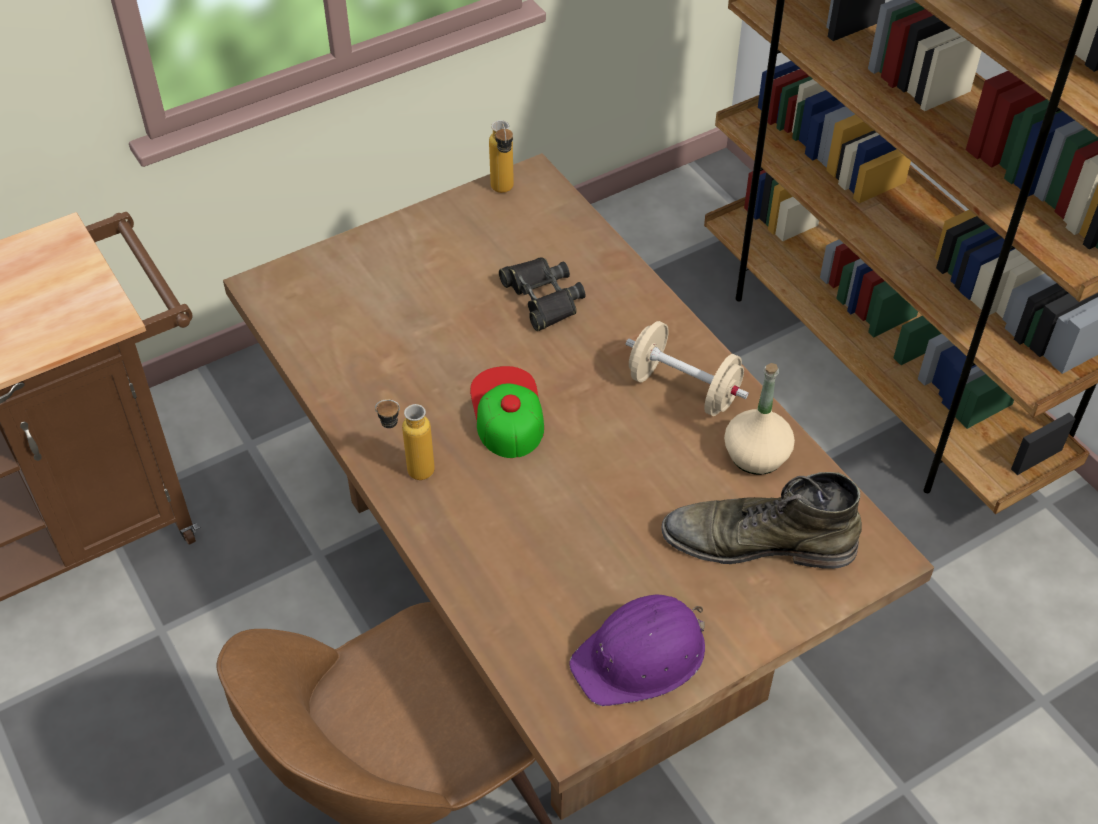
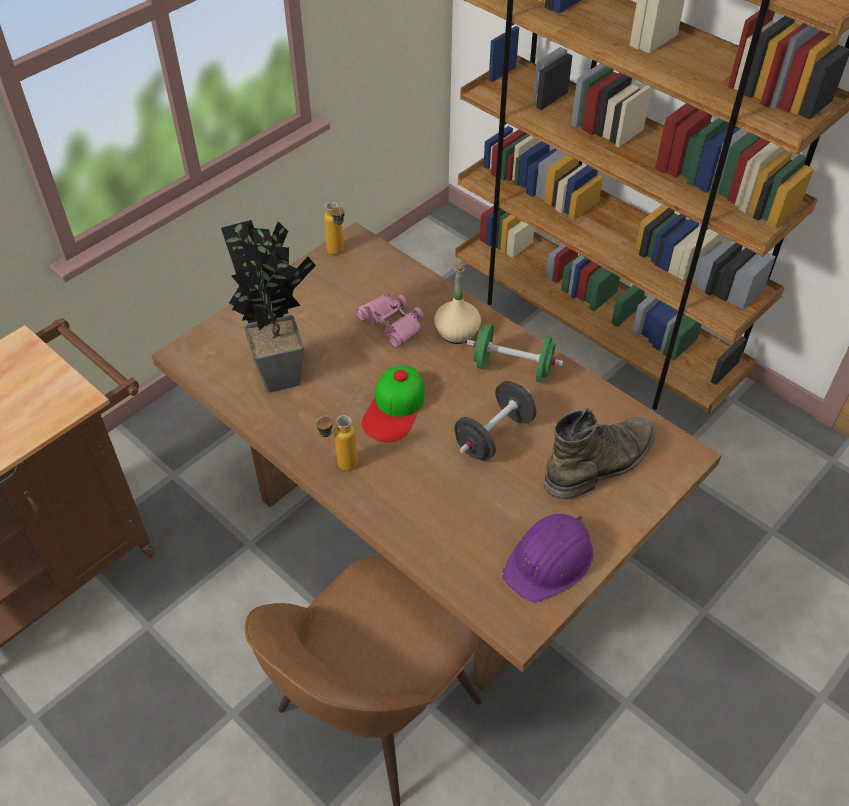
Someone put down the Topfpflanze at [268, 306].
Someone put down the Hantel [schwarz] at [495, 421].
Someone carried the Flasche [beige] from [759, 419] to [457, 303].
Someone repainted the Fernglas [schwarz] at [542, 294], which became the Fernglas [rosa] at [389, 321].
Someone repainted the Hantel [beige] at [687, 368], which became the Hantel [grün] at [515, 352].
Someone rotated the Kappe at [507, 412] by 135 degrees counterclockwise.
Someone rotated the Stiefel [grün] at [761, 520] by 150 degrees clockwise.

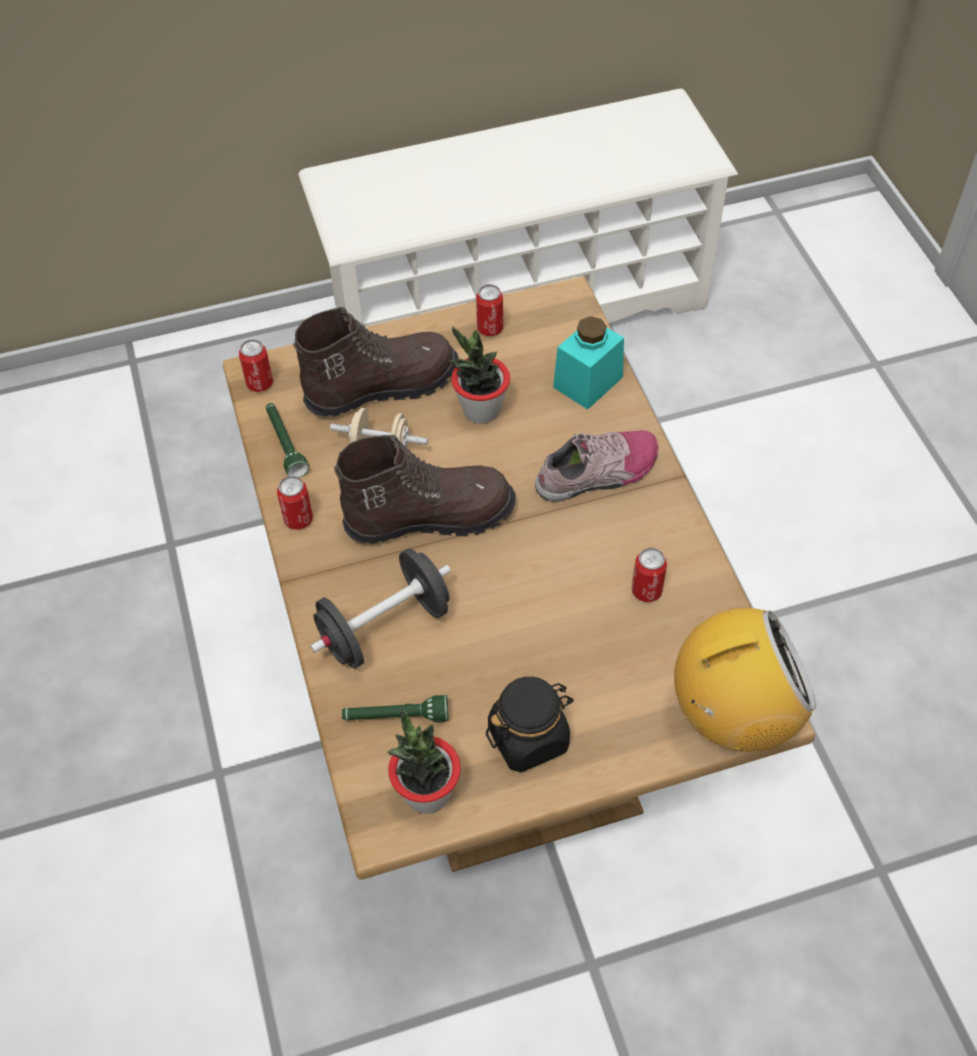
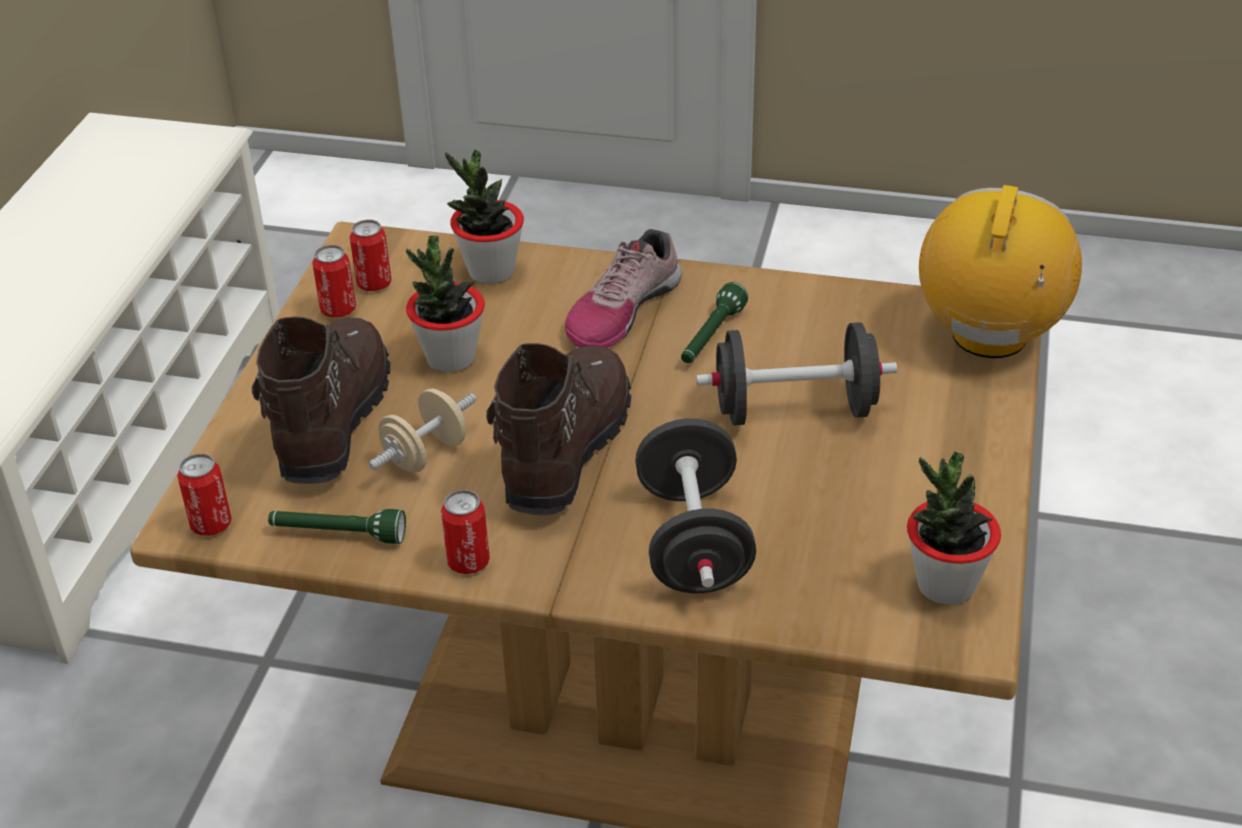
Someone took away the Vorratsglas [schwarz] at [530, 724].
Someone put down the Hantel [schwarz] at [796, 373].
Someone carried the Taschenlampe [grün] from [395, 708] to [714, 322].
Someone carried the Dose from [649, 575] to [370, 255].
Someone swapped the Vorratsglas [türkis] at [588, 363] for the Topfpflanze at [484, 217].
Someone rotated the Schuh at [596, 466] by 150 degrees counterclockwise.

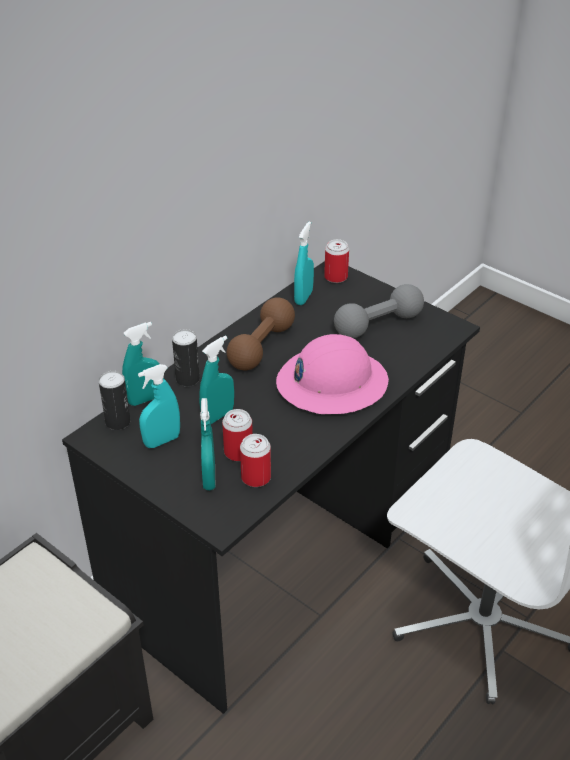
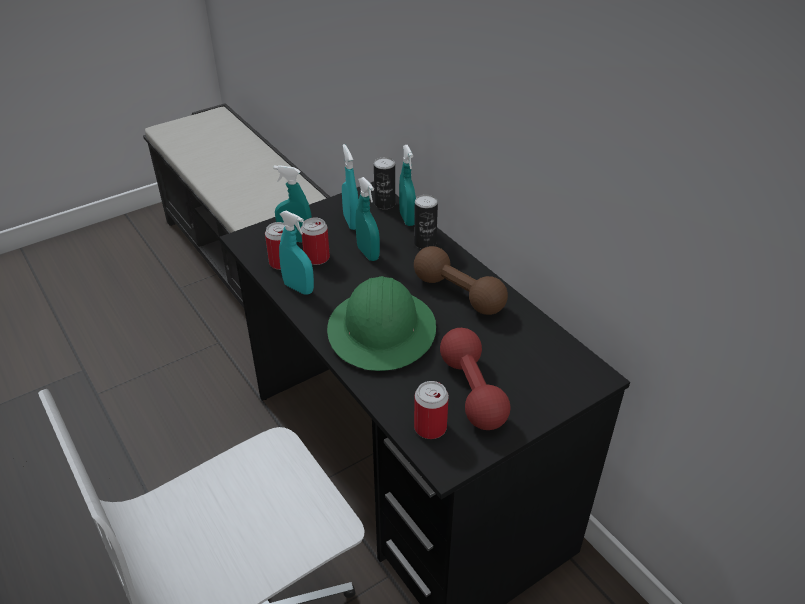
Someone carried the Sprühflasche [türkis] from [304, 263] to [296, 253].
Someone carried the Dose from [336, 261] to [431, 410].
Someone repainted the Schutzhelm [rosa] at [332, 374], which became the Schutzhelm [grün] at [381, 323].
Someone repainted the Hantel [grau] at [379, 311], which became the Hantel [rot] at [475, 379].

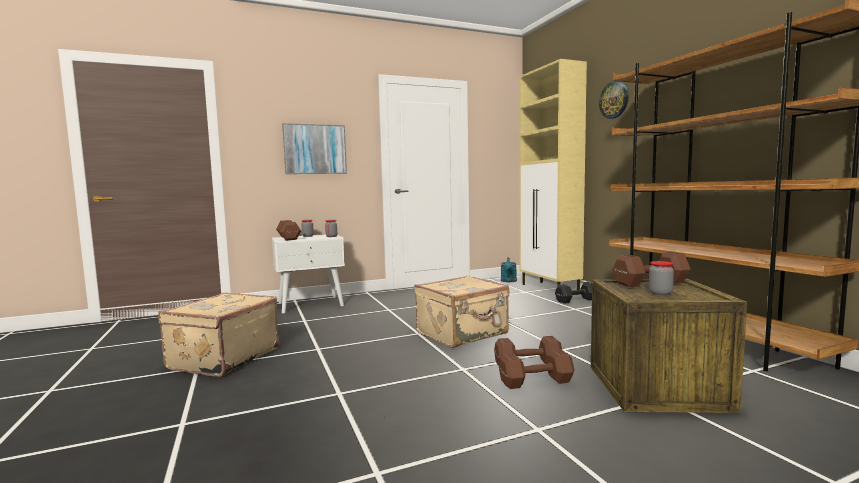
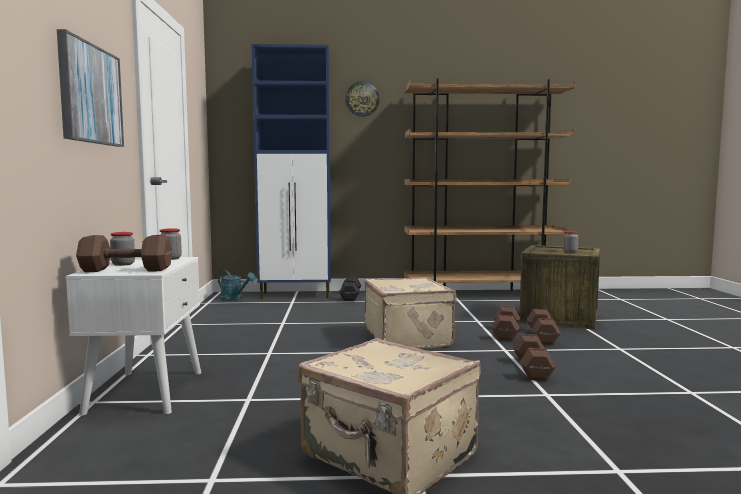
Someone carried the Hantel [braun] from [652, 269] to [534, 357].
Someone repainted the Schrank [beige] at [553, 174], which became the Schrank [blau] at [291, 171].

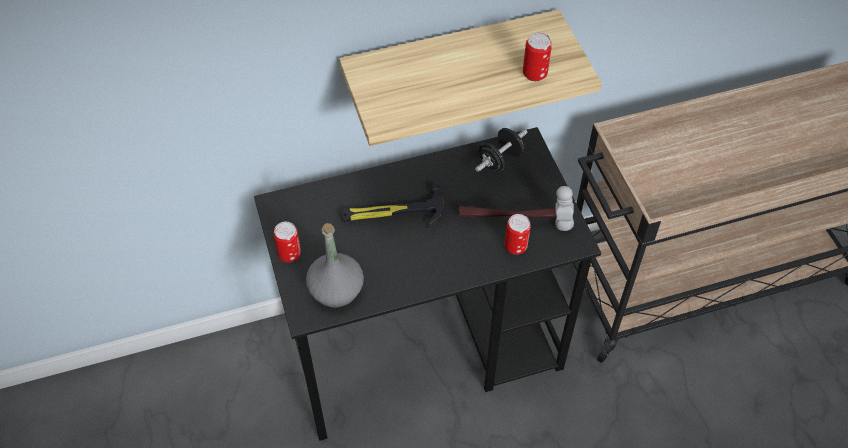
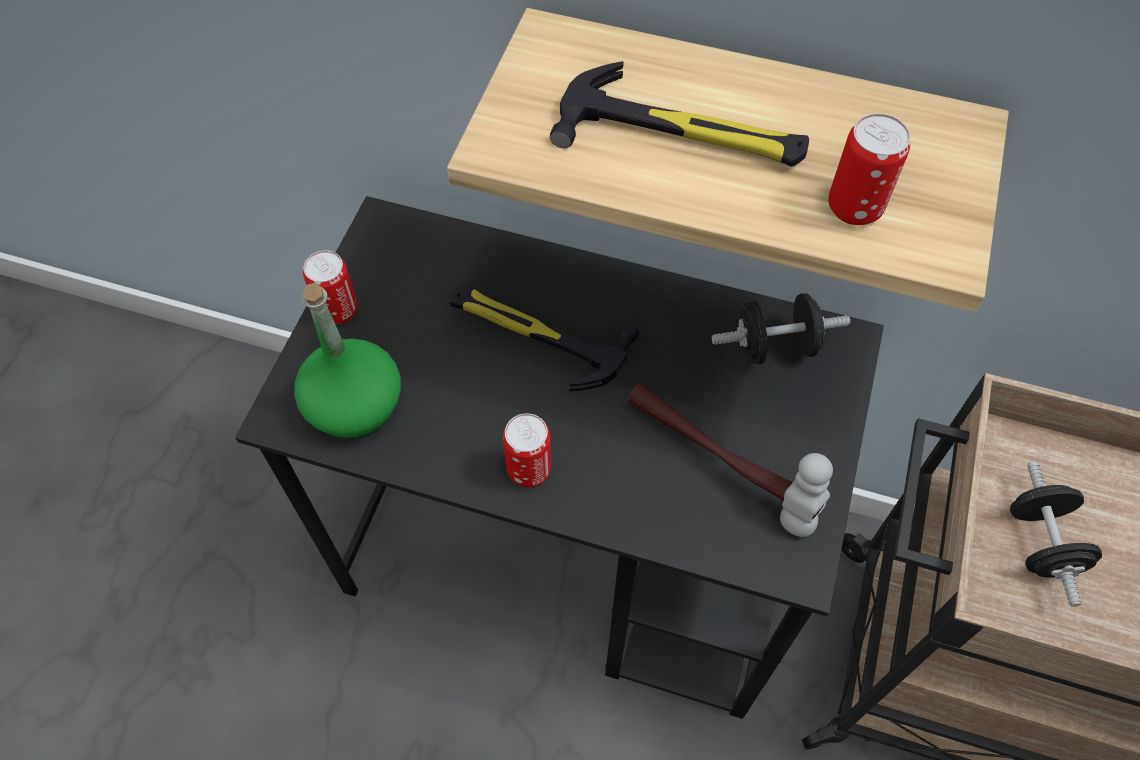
Someone put down the Hammer at [679, 114].
Someone put down the Hantel [schwarz] at [1056, 534].
Someone carried the Dose from [518, 234] to [527, 450].
Someone repainted the Flasche [grau] at [335, 265], which became the Flasche [grün] at [347, 361].

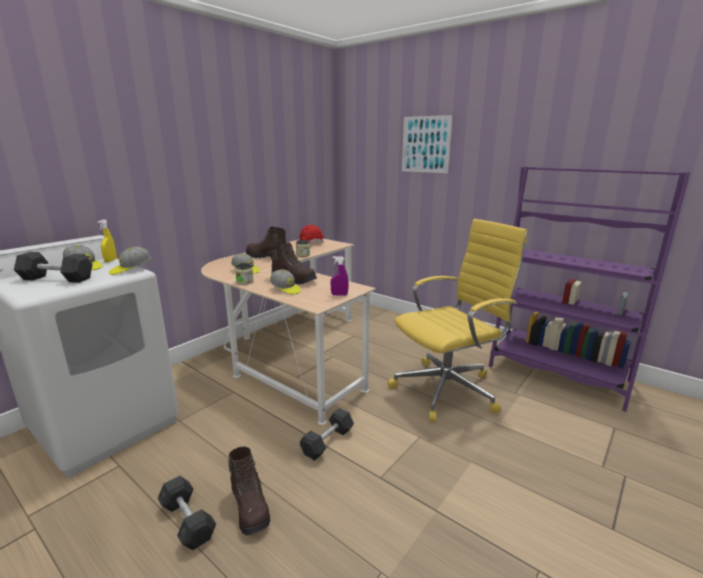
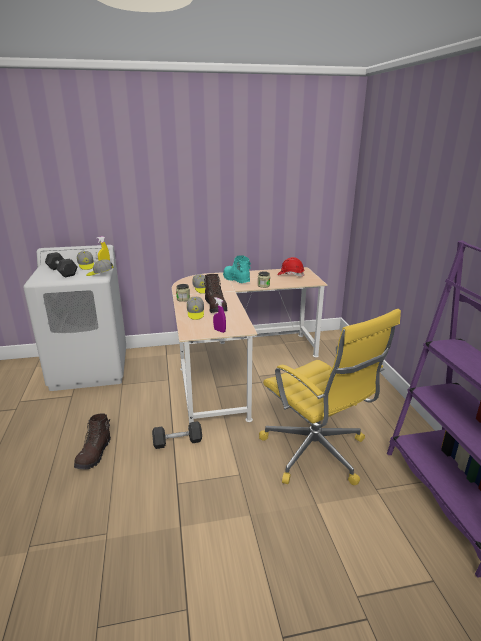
Someone took away the Hantel [grau] at [187, 513].
Someone took away the Bild at [427, 144].
Someone repainted the Stiefel [braun] at [266, 242], which became the Stiefel [türkis] at [237, 269].
Someone rotated the Bürostuhl [gelb] at [458, 320] by 45 degrees clockwise.

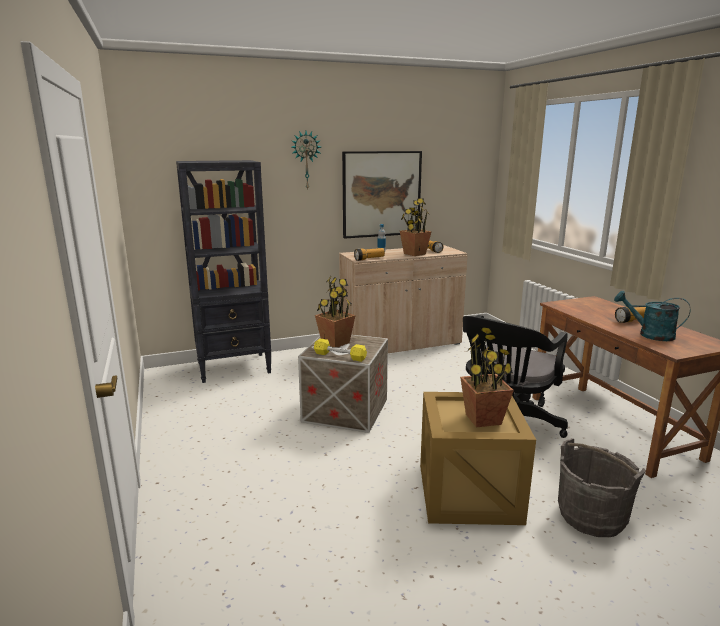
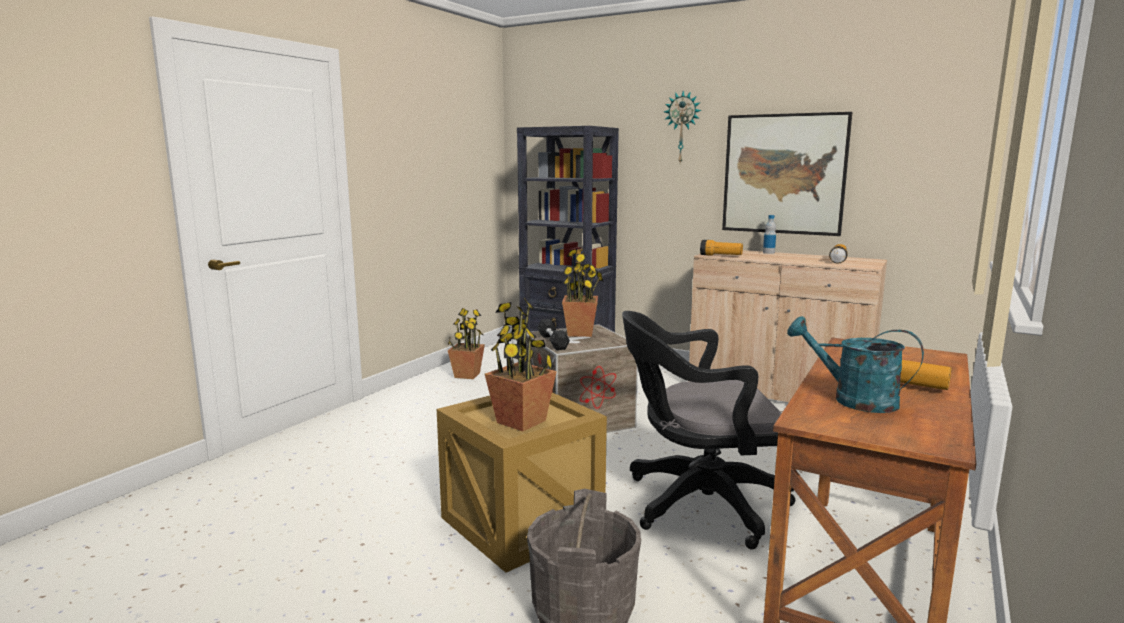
Someone carried the Topfpflanze from [416, 227] to [466, 343].
Someone repainted the Hantel [gelb] at [340, 350], which became the Hantel [schwarz] at [553, 334].
Someone rotated the Gießkanne [türkis] at [652, 316] by 45 degrees counterclockwise.

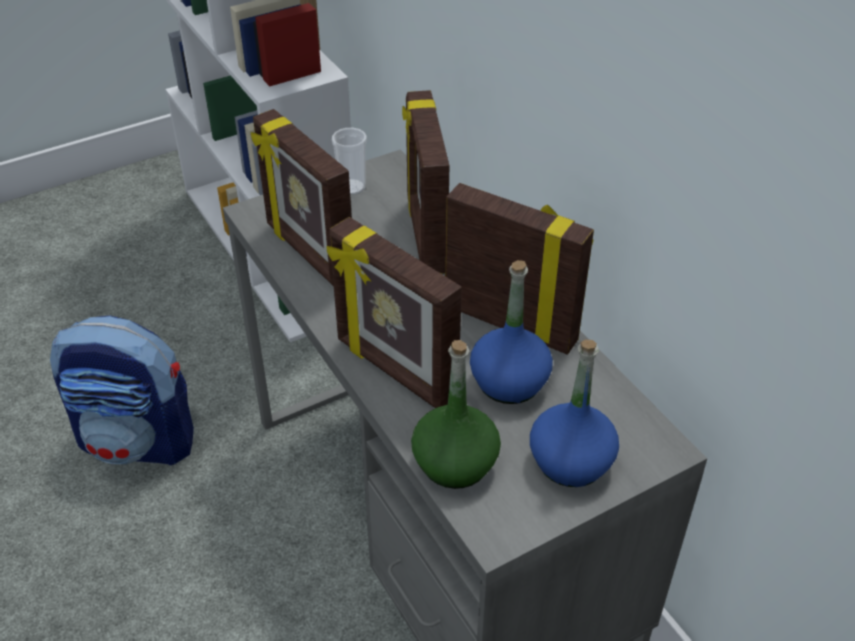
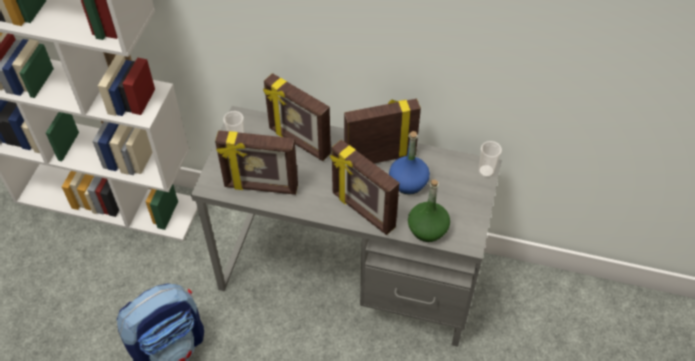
Someone took away the Flasche [blau] at [574, 413].
Someone put down the Tasse at [490, 159].
Someone rotated the Bilderrahmen at [394, 312] by 45 degrees clockwise.

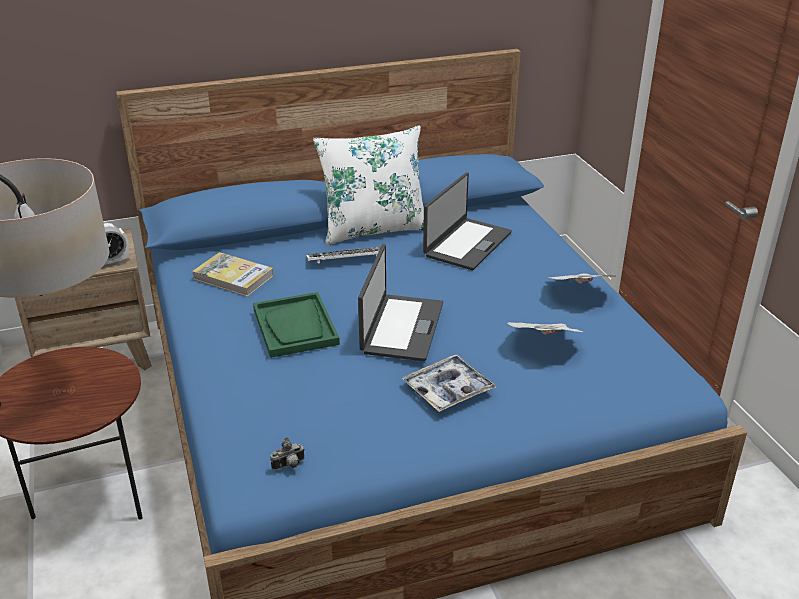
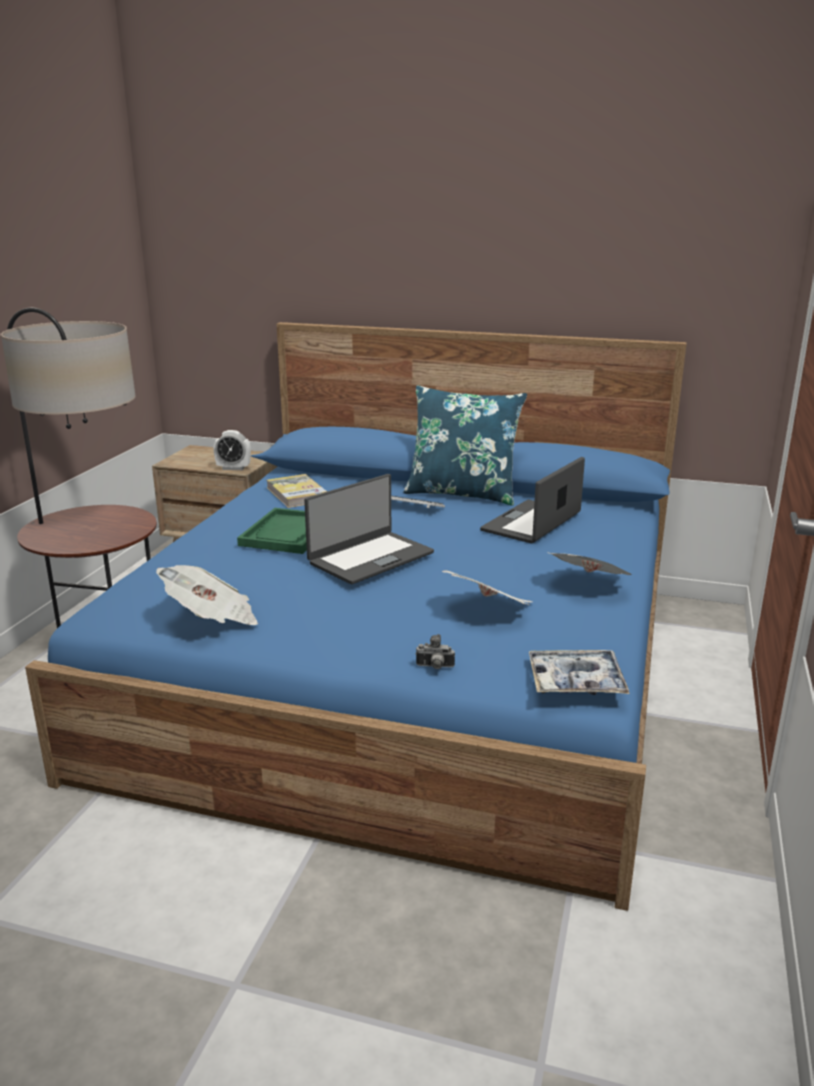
Someone put down the Zeitung at [207, 595].
Someone carried the Kamera from [287, 453] to [435, 651].
Someone carried the Tablett from [449, 383] to [579, 672].
Someone repainted the Kissen [weiß] at [368, 185], which became the Kissen [blau] at [465, 445].
Someone rotated the Laptop at [467, 221] by 150 degrees clockwise.

